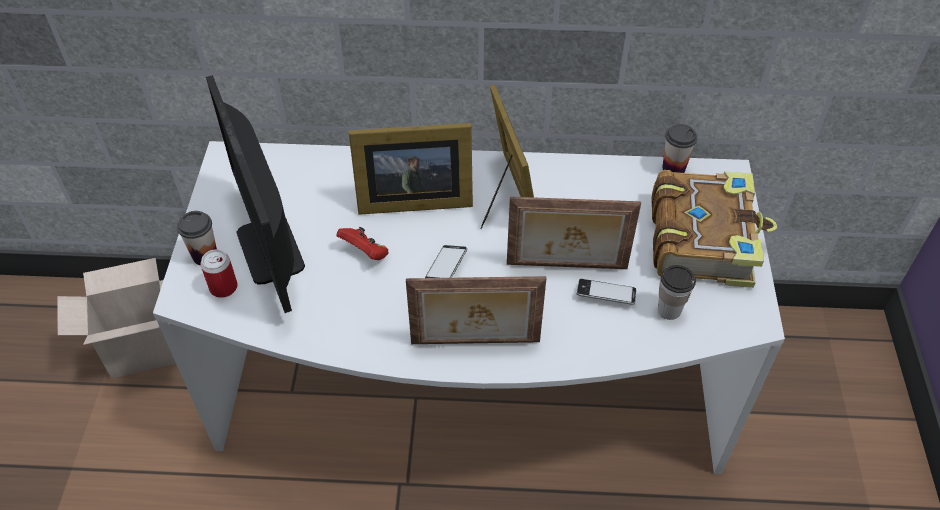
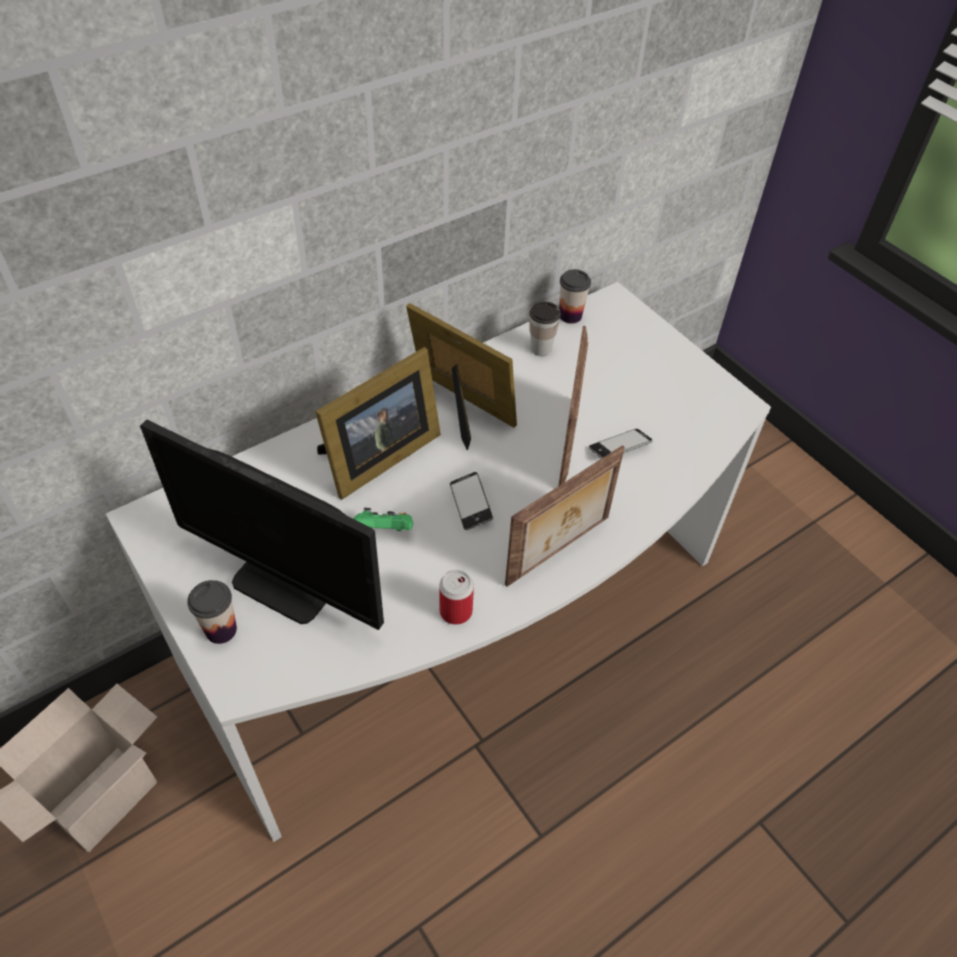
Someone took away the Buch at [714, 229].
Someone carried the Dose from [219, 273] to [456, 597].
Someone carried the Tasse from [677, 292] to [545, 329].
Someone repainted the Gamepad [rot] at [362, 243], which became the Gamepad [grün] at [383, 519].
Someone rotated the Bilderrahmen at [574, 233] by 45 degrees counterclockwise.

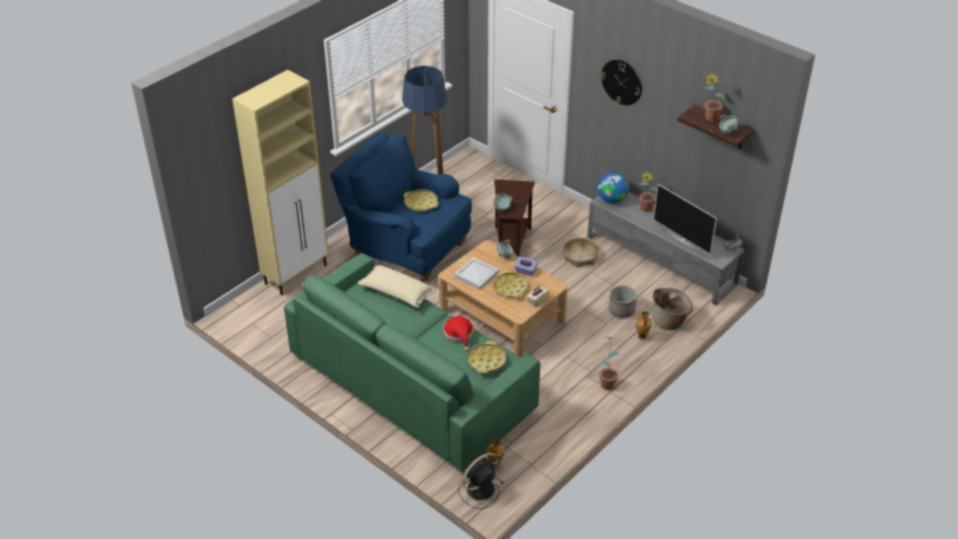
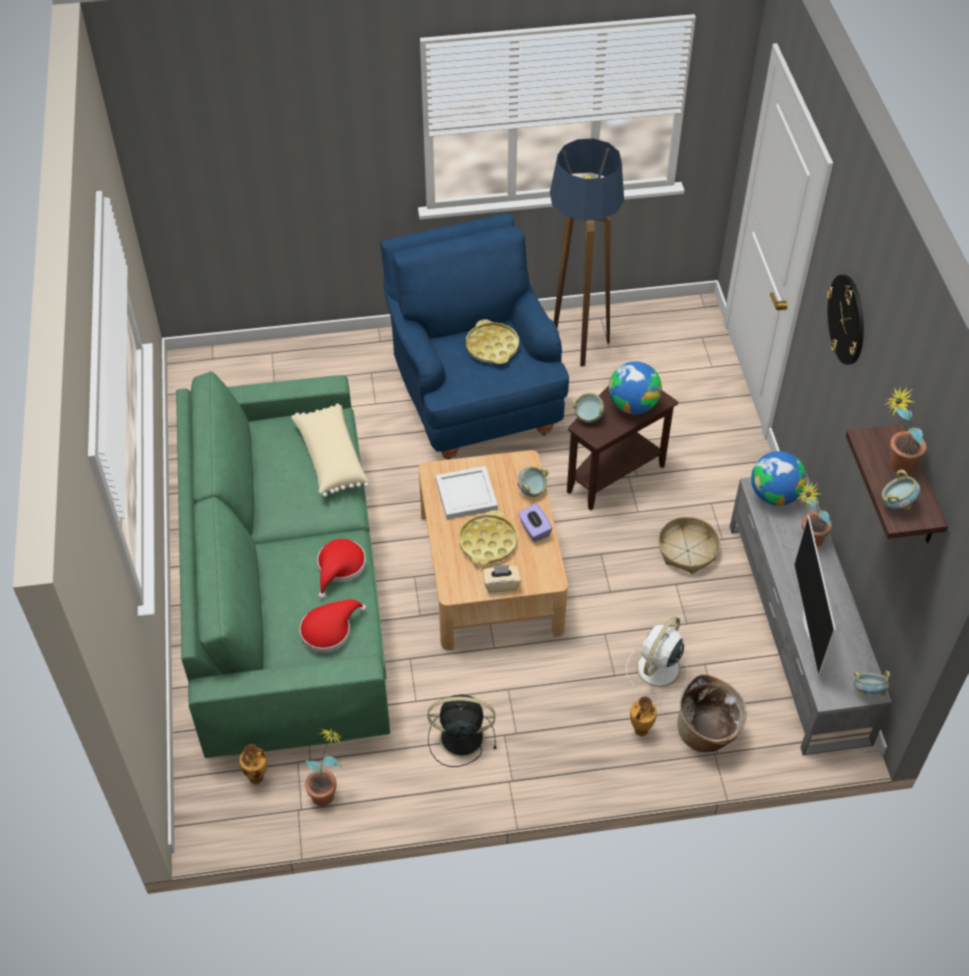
Someone took away the Schrank [beige] at [280, 182].
Someone put down the Globus at [635, 387].
Someone carried the Ventilator [schwarz] from [480, 481] to [462, 730].
Someone carried the Topfpflanze from [609, 363] to [324, 767].
Someone swapped the Tablett [gelb] at [487, 357] for the Hut [rot] at [333, 626].
Someone swapped the Pflanzkübel at [623, 301] for the Ventilator [weiß] at [657, 657].

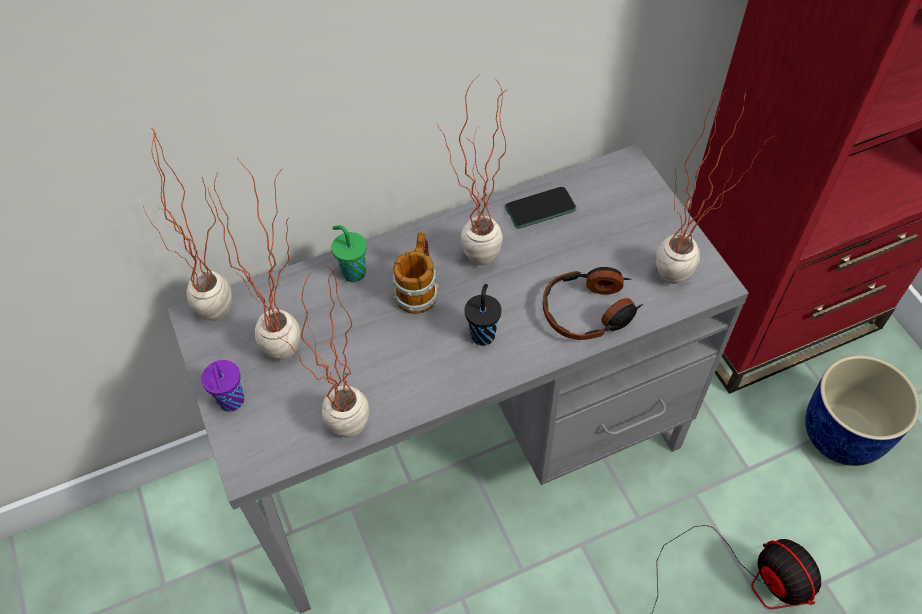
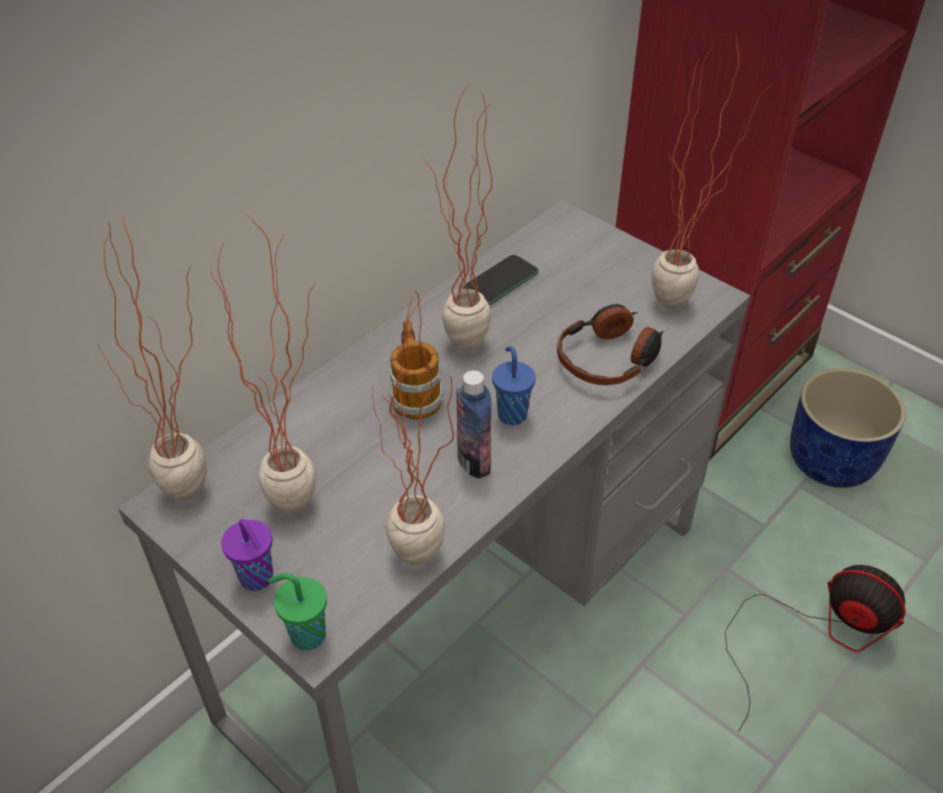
Someone put down the Flasche at [474, 424].
Someone carried the Tasse [grün] from [349, 253] to [298, 611].
Someone repainted the Tasse [schwarz] at [483, 315], which became the Tasse [blau] at [514, 385].

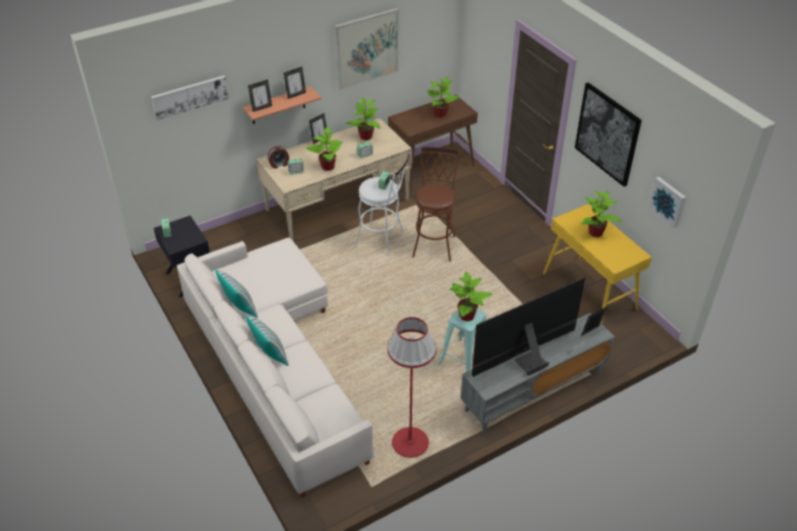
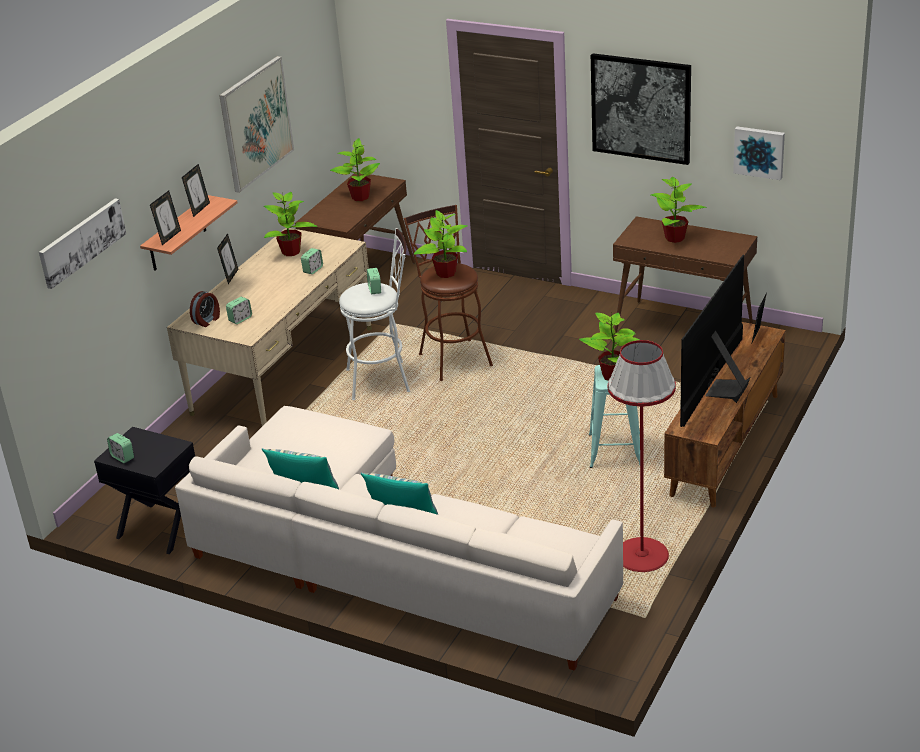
Someone carried the Topfpflanze from [324, 148] to [440, 244].
Someone repainted the Fernsehschrank [grau] at [538, 373], which became the Fernsehschrank [braun] at [725, 415].
Someone repainted the Konsolentisch [gelb] at [597, 264], which became the Konsolentisch [braun] at [685, 274].

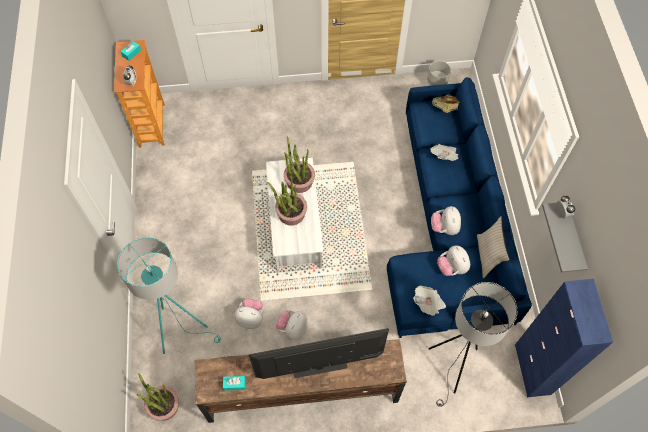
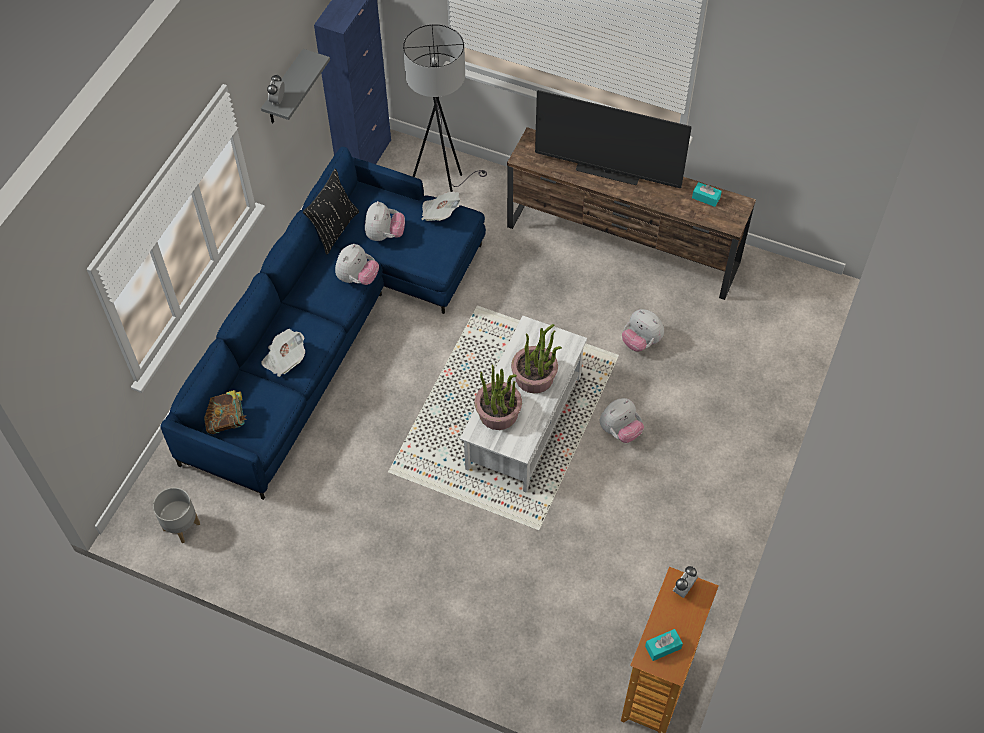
Someone took away the Stehlampe [türkis] at [169, 295].
Someone took away the Topfpflanze at [158, 397].
Someone carried the Plüschtier from [291, 325] to [622, 420].
Someone repainted the Kissen [beige] at [493, 247], which became the Kissen [schwarz] at [331, 211].

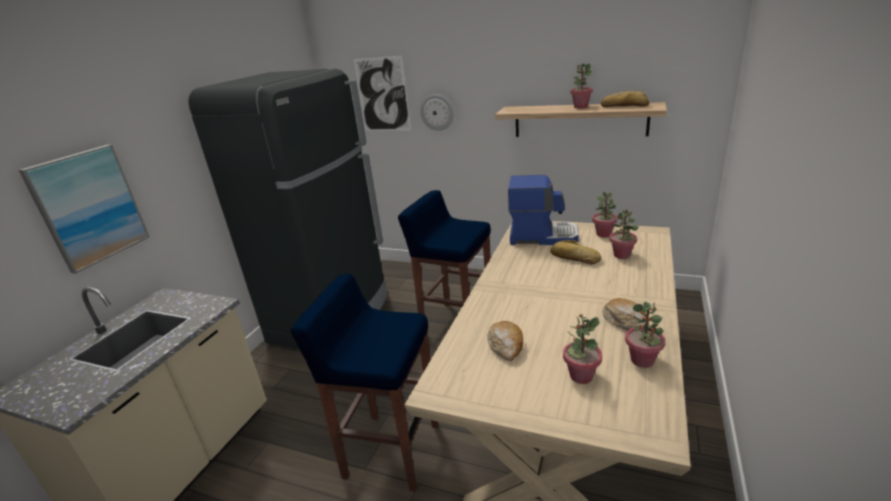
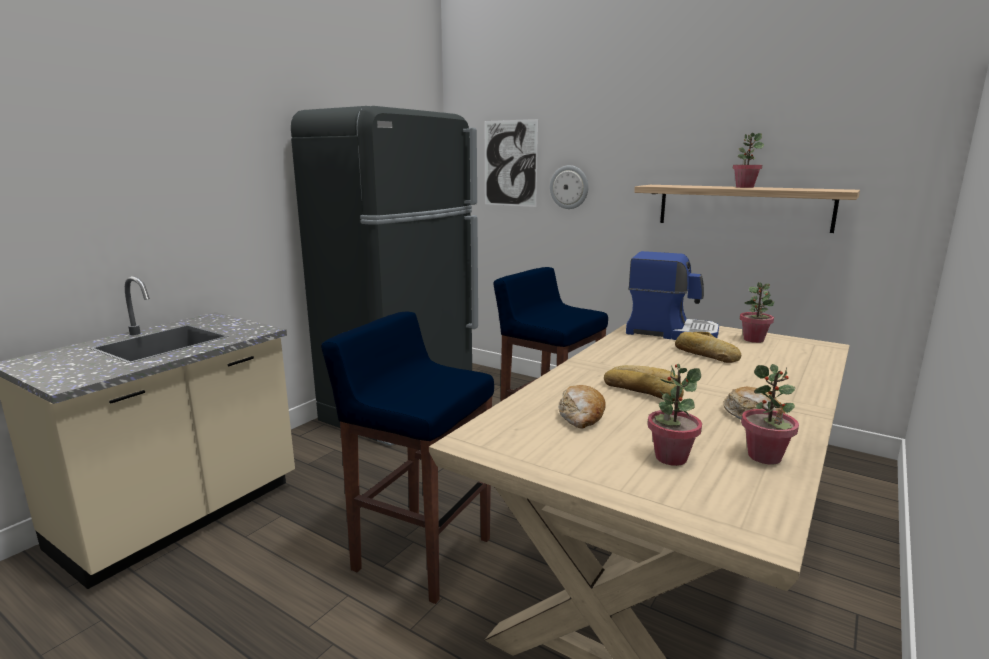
Someone took away the Bild at [84, 209].
Someone took away the Topfpflanze at [624, 234].
Someone carried the Brot from [625, 99] to [644, 383].

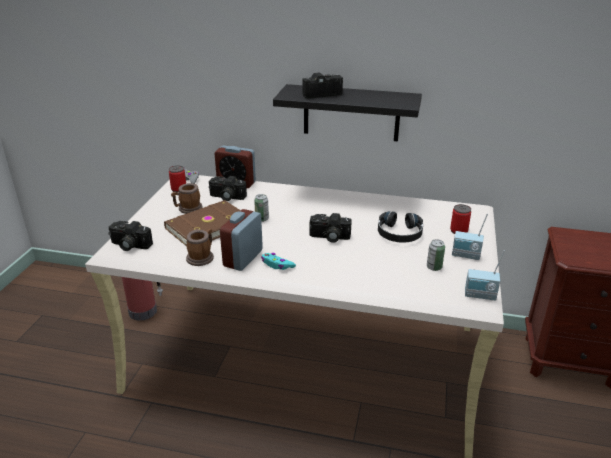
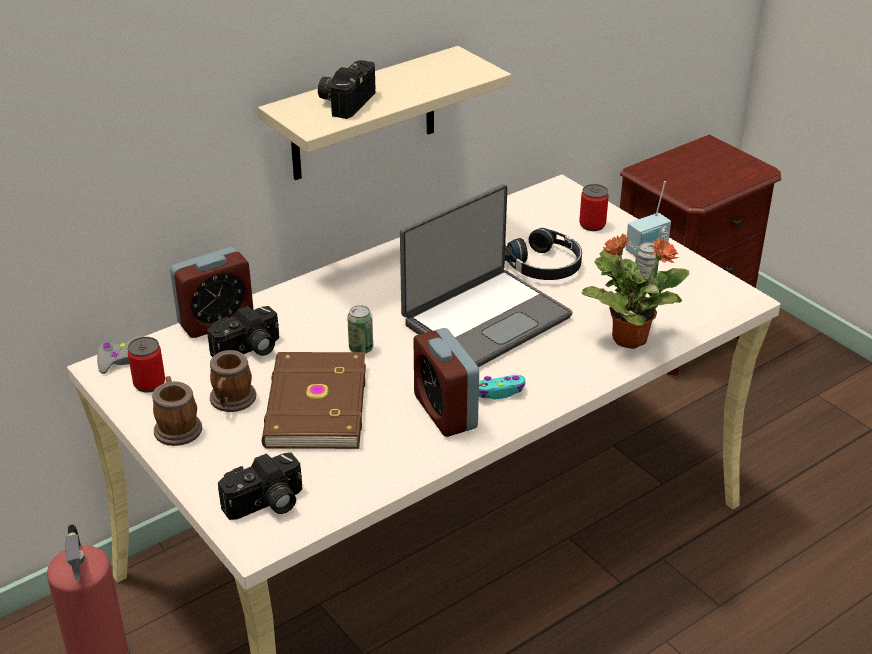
Someone took away the Radio at [485, 275].
Someone put down the Topfpflanze at [635, 291].
Someone carried the Henkelbecher from [200, 247] to [177, 411].
Someone swapped the Kamera at [330, 228] for the Laptop at [486, 275].
Someone repainted the Wandregal [schwarz] at [347, 112], which became the Wandregal [beige] at [384, 113].

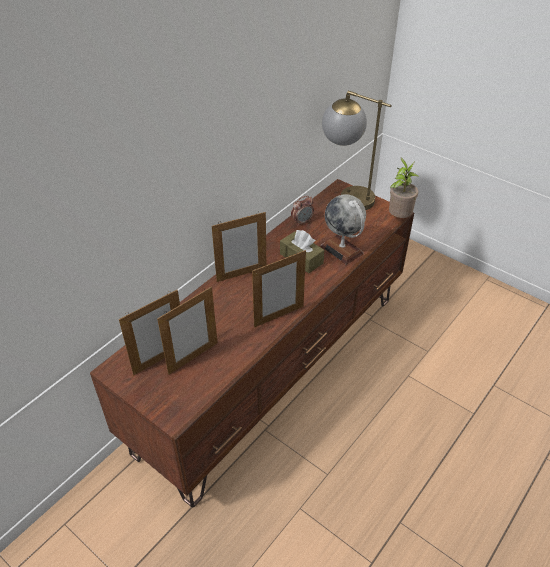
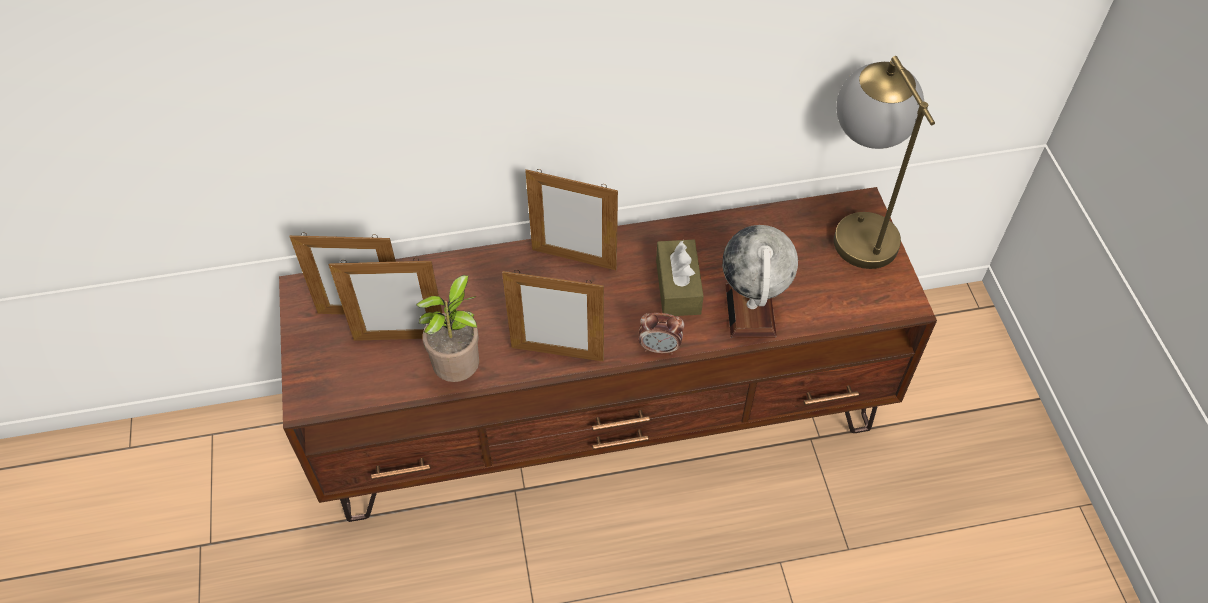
Someone carried the Wecker from [302, 211] to [662, 333].
Someone carried the Topfpflanze from [404, 187] to [447, 328].

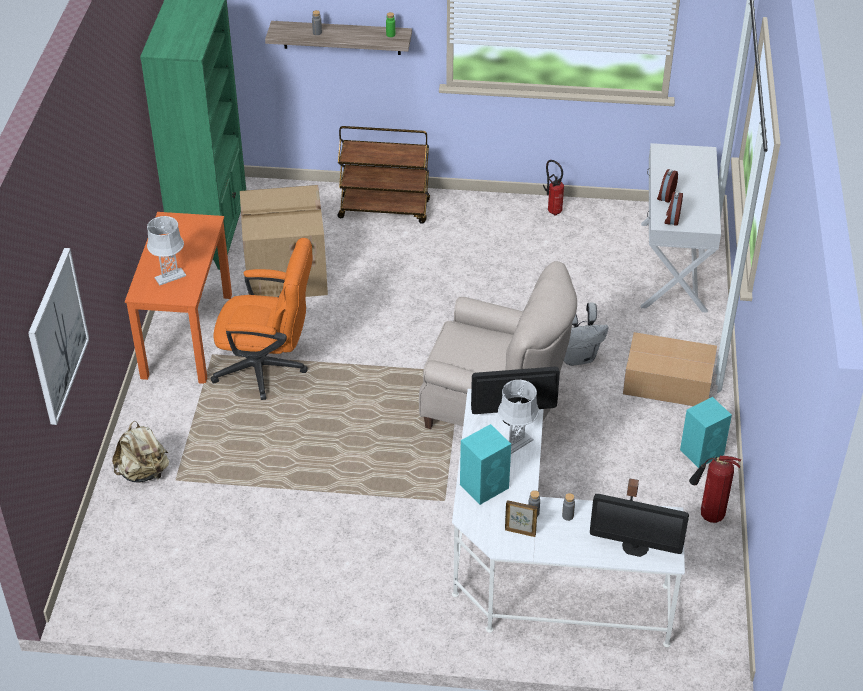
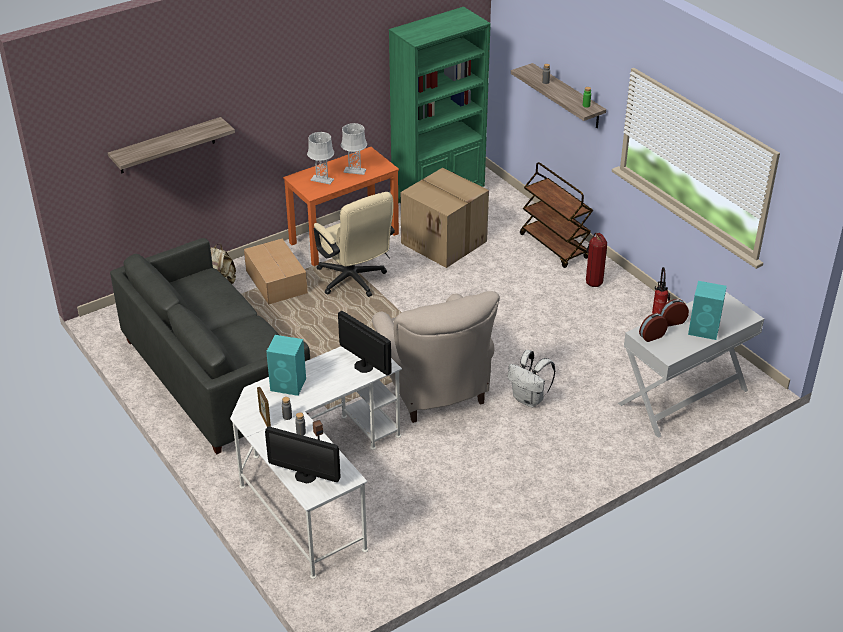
Someone put down the Sofa [grau] at [210, 346].
Someone carried the Tischlampe [grau] from [518, 417] to [354, 149].
Someone carried the Karton from [670, 369] to [276, 272].
Someone carried the Lautsprecher [türkis] from [706, 432] to [707, 310].
Someone carried the Feuerlöscher from [715, 489] to [596, 260].
Someone swapped the Bild at [58, 336] for the Wandregal at [171, 145].
Someone repainted the Bürostuhl [orange] at [261, 319], which became the Bürostuhl [beige] at [354, 244].
Someone rotated the Monitor at [639, 525] by 45 degrees counterclockwise.

